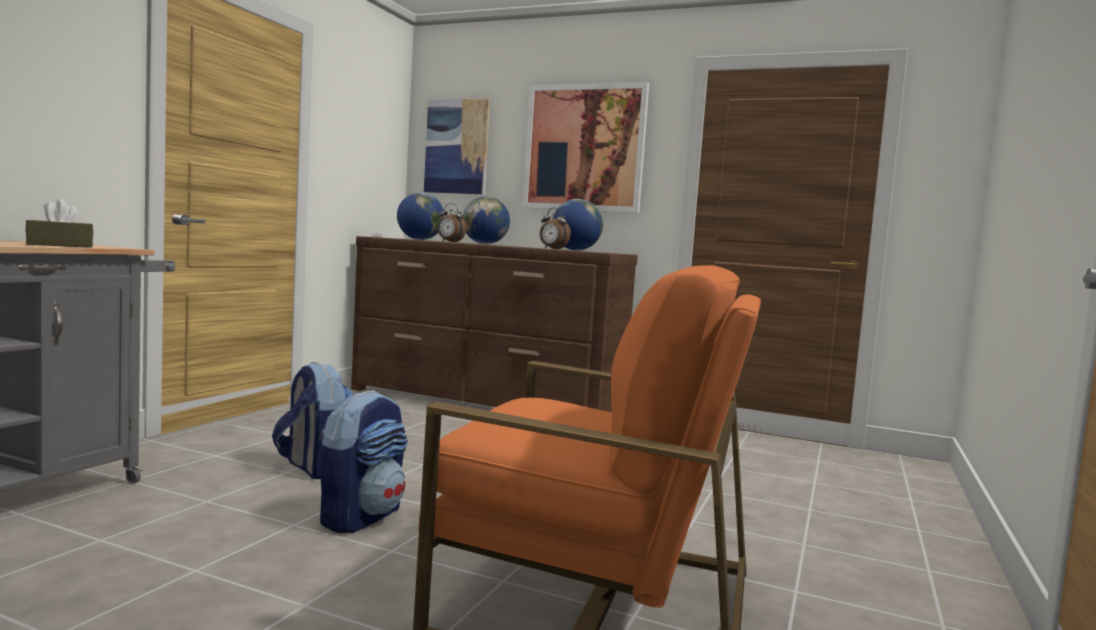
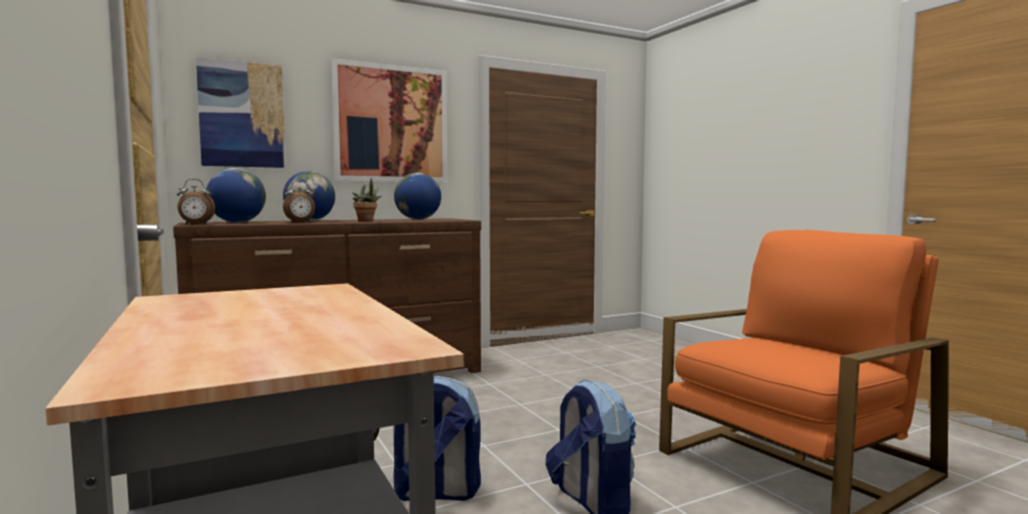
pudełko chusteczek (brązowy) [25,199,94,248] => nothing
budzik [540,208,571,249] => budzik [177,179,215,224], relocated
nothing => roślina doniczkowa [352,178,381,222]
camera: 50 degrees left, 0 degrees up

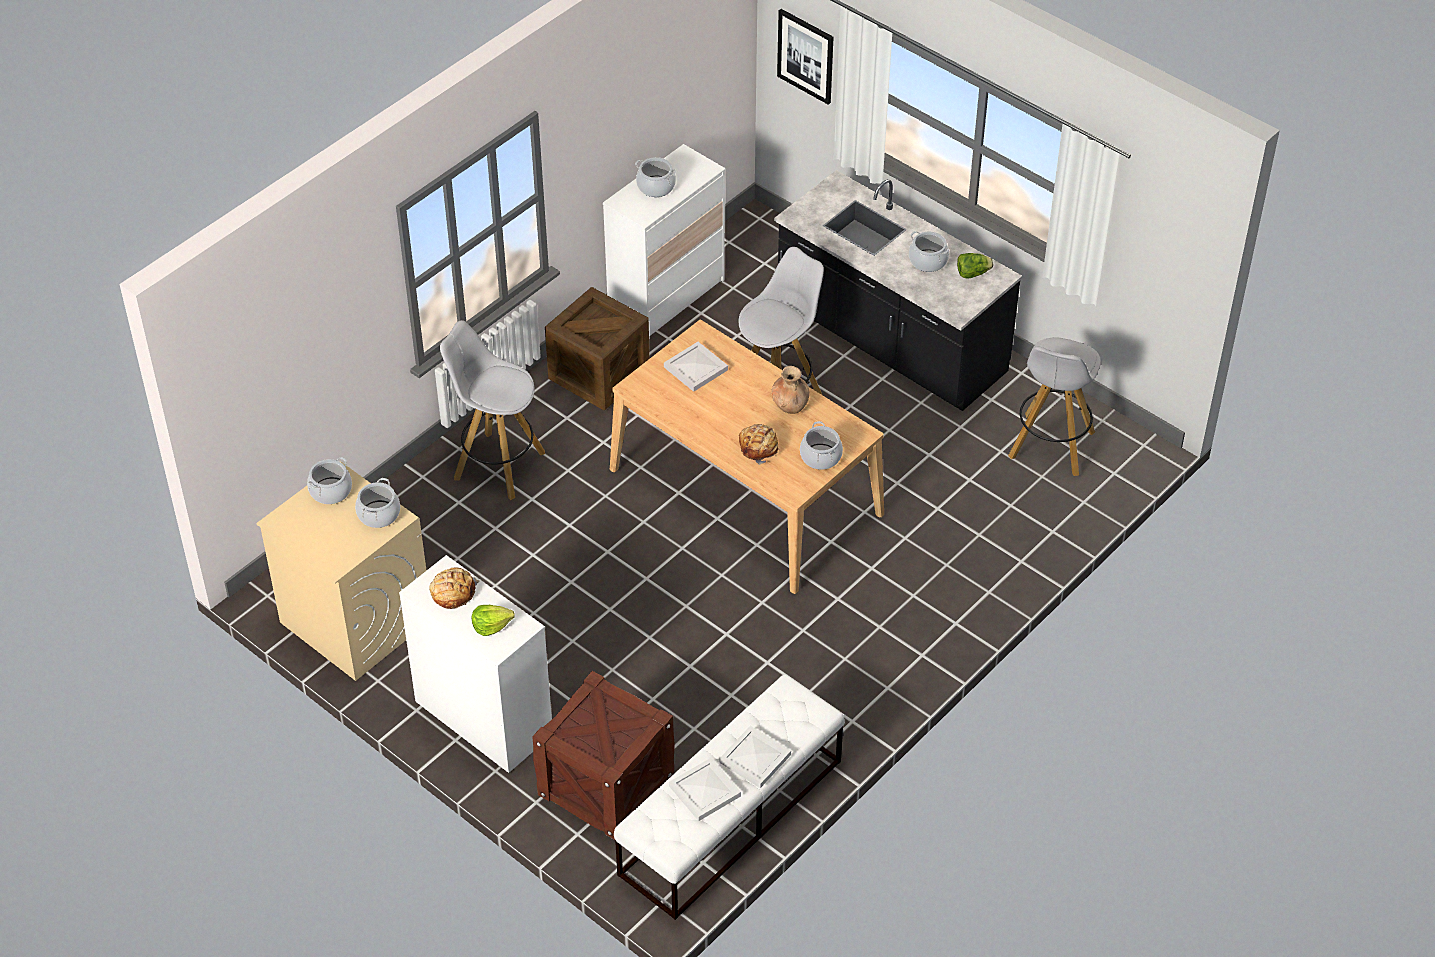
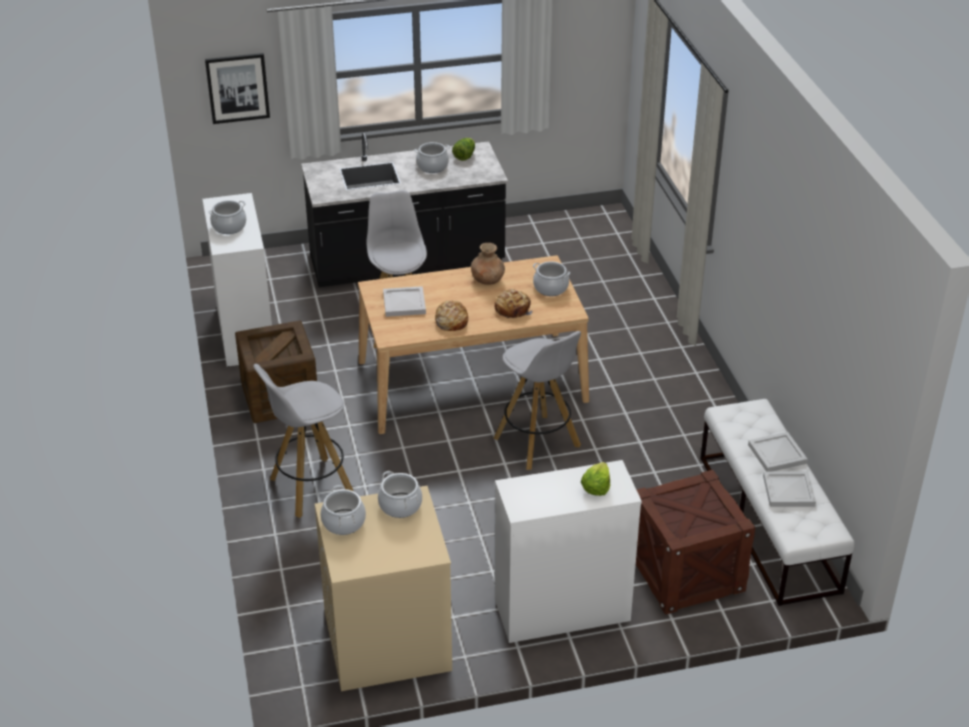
chleb [429,567,480,609] => chleb [435,301,468,331], relocated
stołek (biały) [1008,337,1101,476] => stołek (biały) [493,331,581,470], relocated
camera: 55 degrees left, 10 degrees down

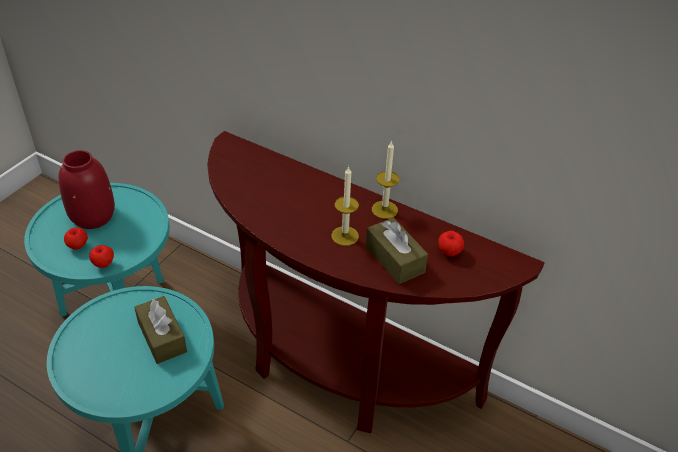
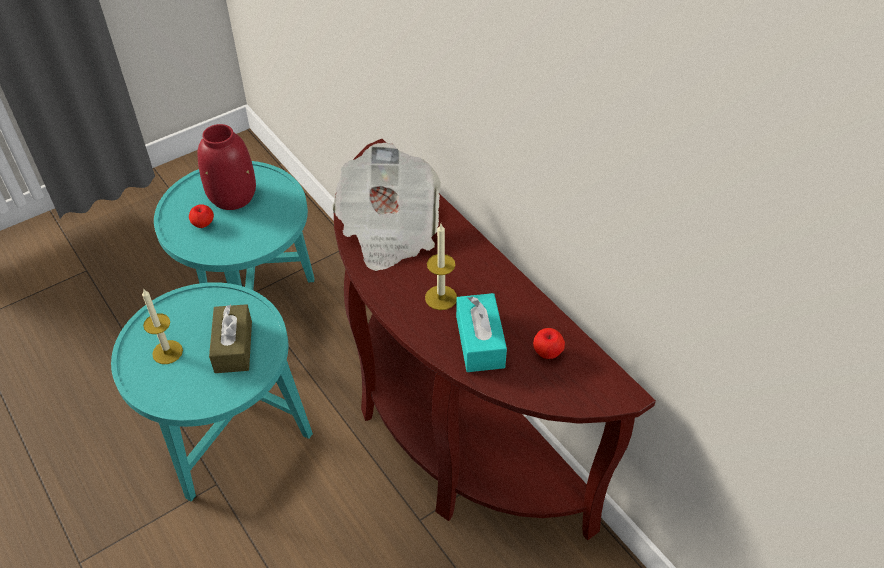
jabłko [89,245,114,268] => nothing
pudełko chusteczek (brązowy) [366,217,428,284] => pudełko chusteczek (turkusowy) [456,293,507,372]
świeca [372,140,400,219] => świeca [142,288,183,364], relocated
nothing => gazeta [332,143,441,271]
camera: 25 degrees right, 5 degrees up

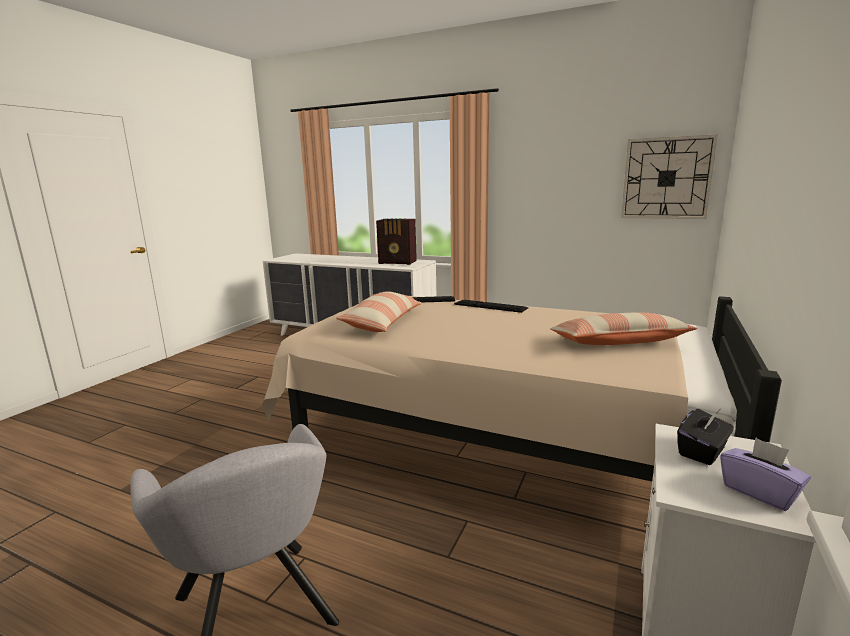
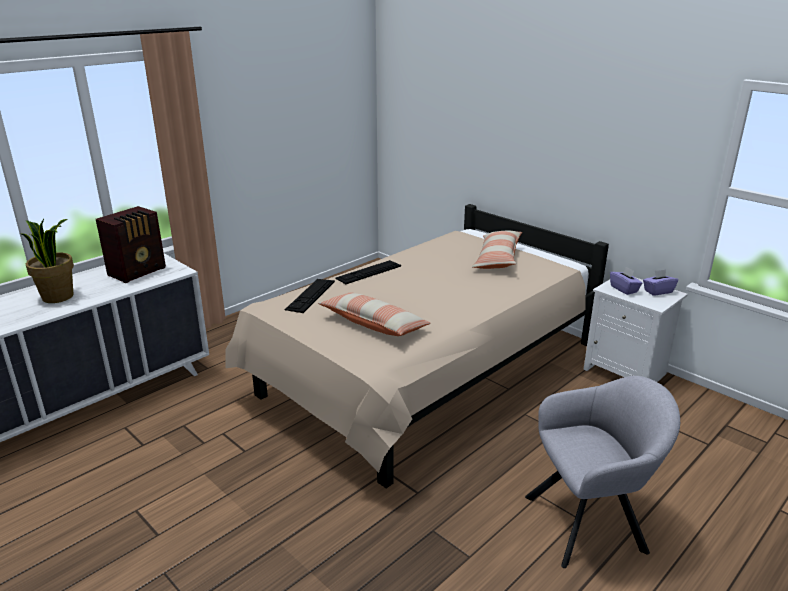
zegar ścienny [621,135,718,219] => nothing
pudełko chusteczek (czarny) [677,409,734,465] => pudełko chusteczek (fioletowy) [610,267,643,295]
nothing => roślina doniczkowa [21,219,74,303]
camera: 70 degrees left, 10 degrees up

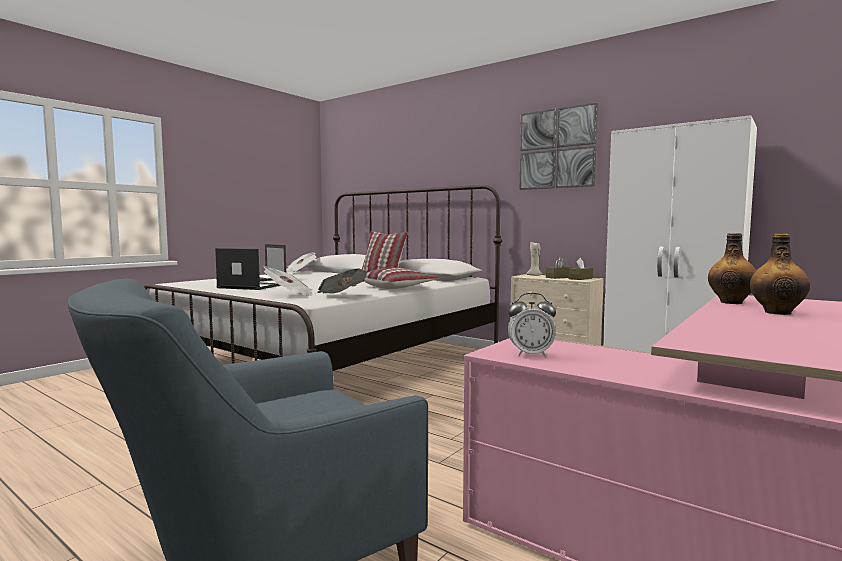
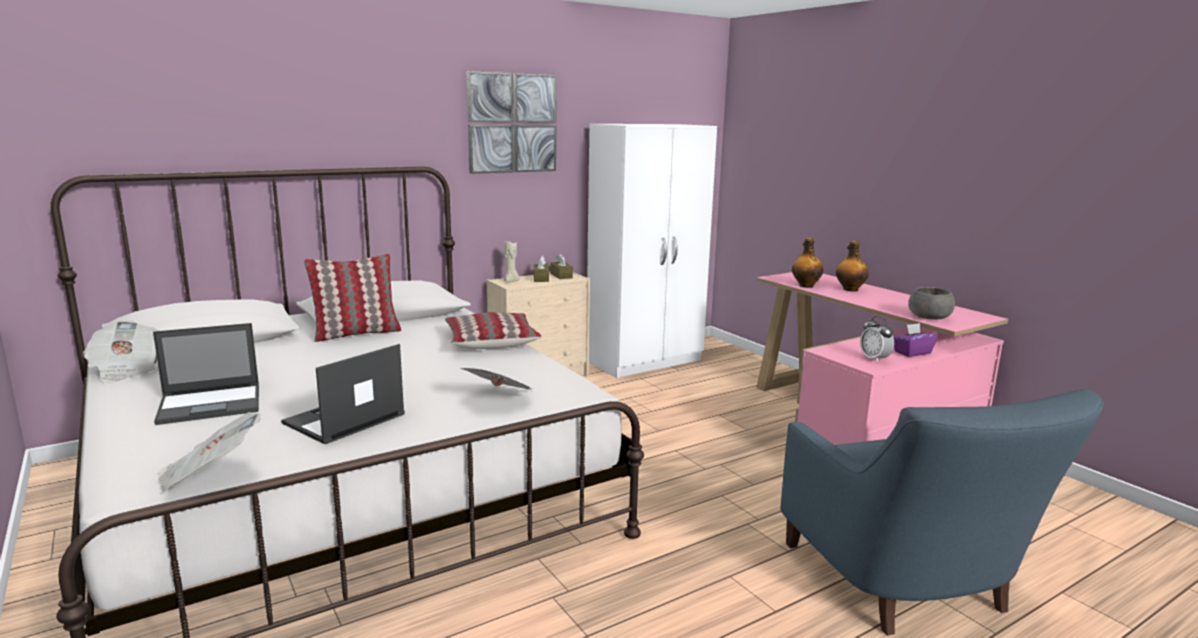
gazeta [317,269,367,294] => gazeta [158,412,261,491], relocated
budzik [508,293,556,357] => budzik [860,316,894,363], 135 degrees clockwise
nothing => pudełko chusteczek (fioletowy) [894,323,938,357]
nothing => miska (szary) [908,287,955,320]
camera: 70 degrees left, 10 degrees up

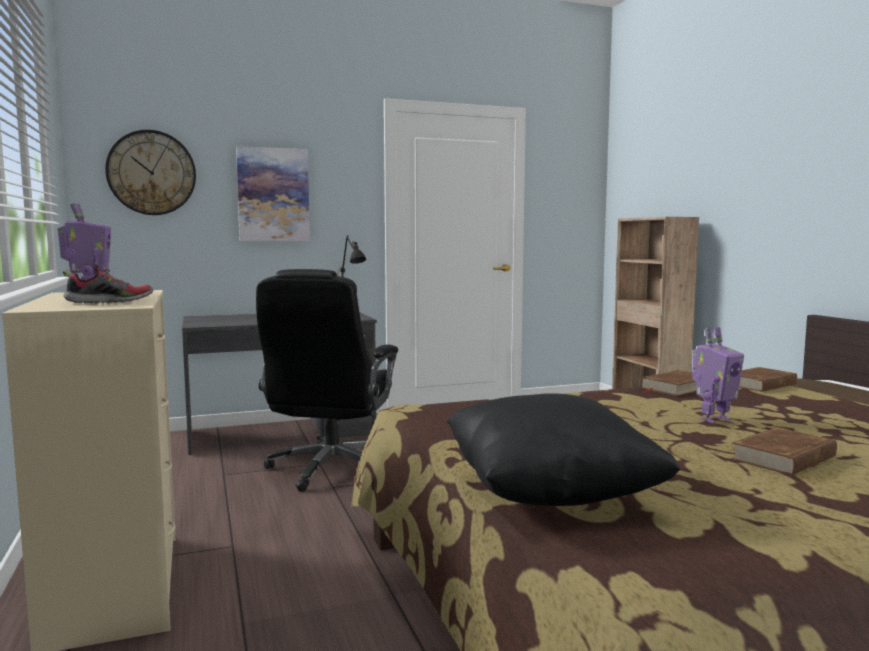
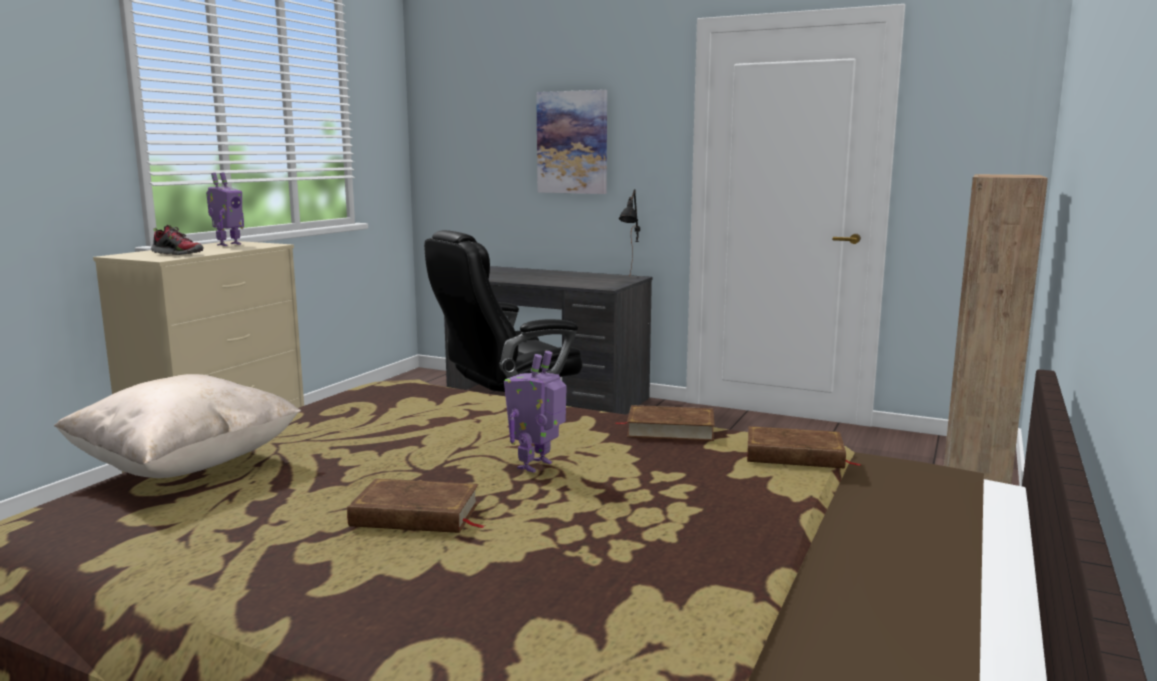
zegar ścienny [105,130,196,215] => nothing
poduszka (czarny) [446,393,681,506] => poduszka (beżowy) [54,374,301,478]
robot zabawkowy [692,327,744,423] => robot zabawkowy [504,351,567,473], 105 degrees clockwise
camera: 45 degrees right, 5 degrees up

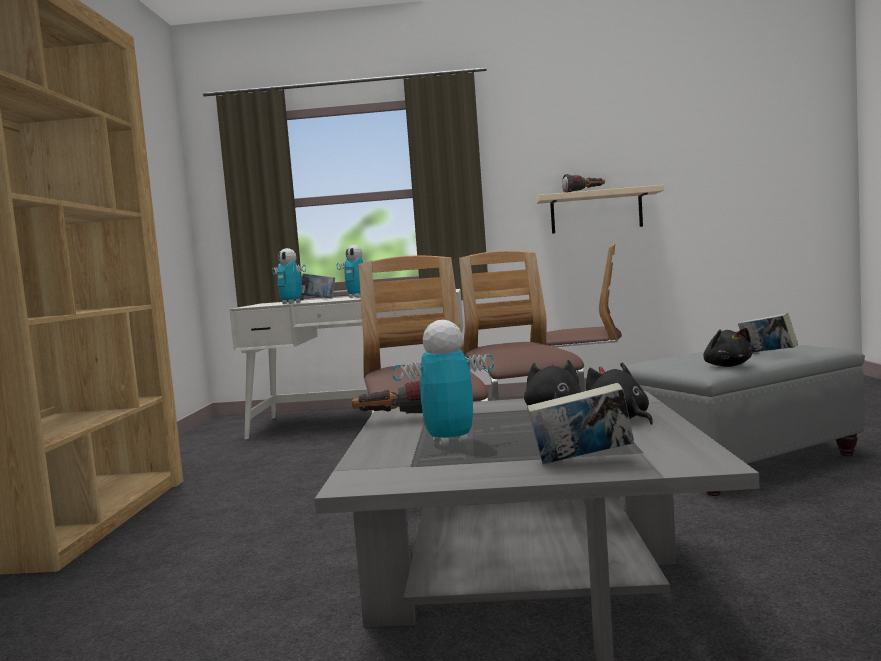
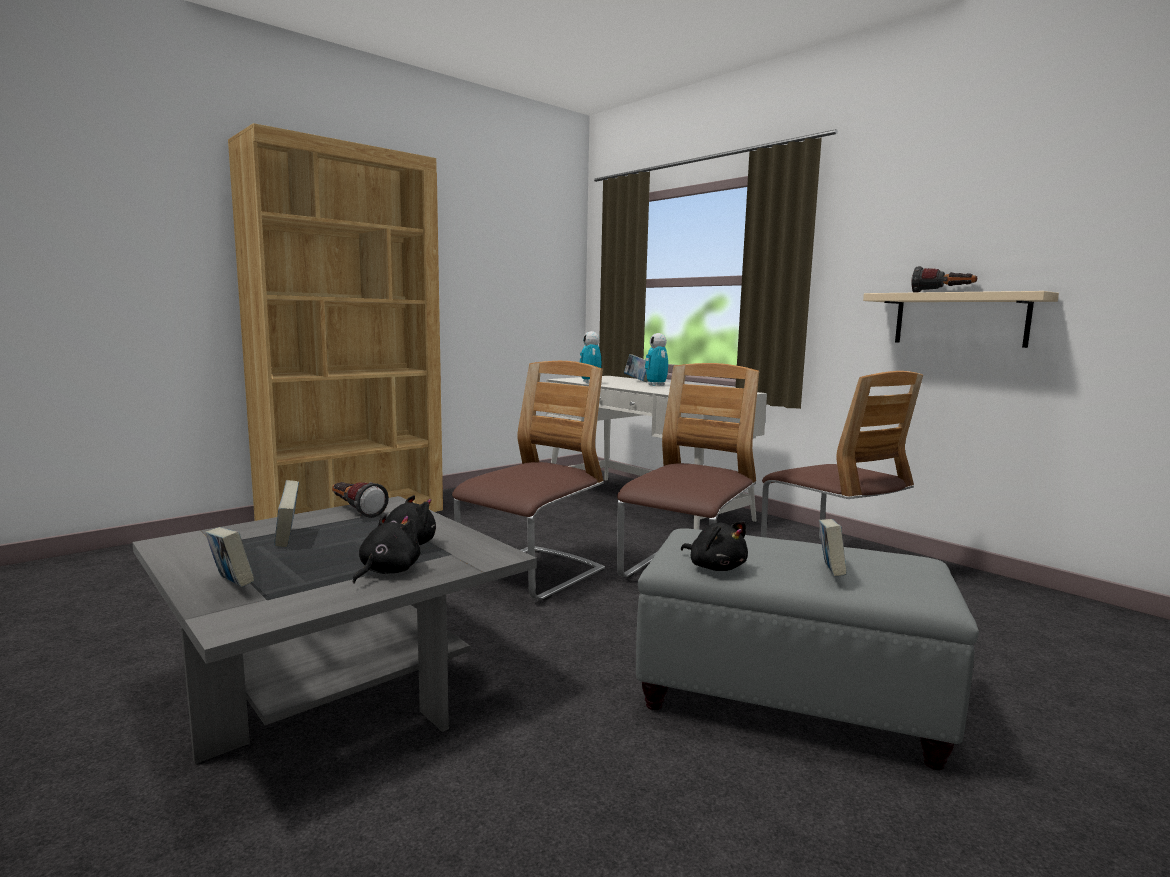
robot zabawkowy [392,320,494,446] => książka [274,480,299,547]
pluszak (czarny) [703,328,753,367] => pluszak (czarny) [681,521,748,571], 75 degrees counterclockwise
camera: 45 degrees right, 5 degrees up

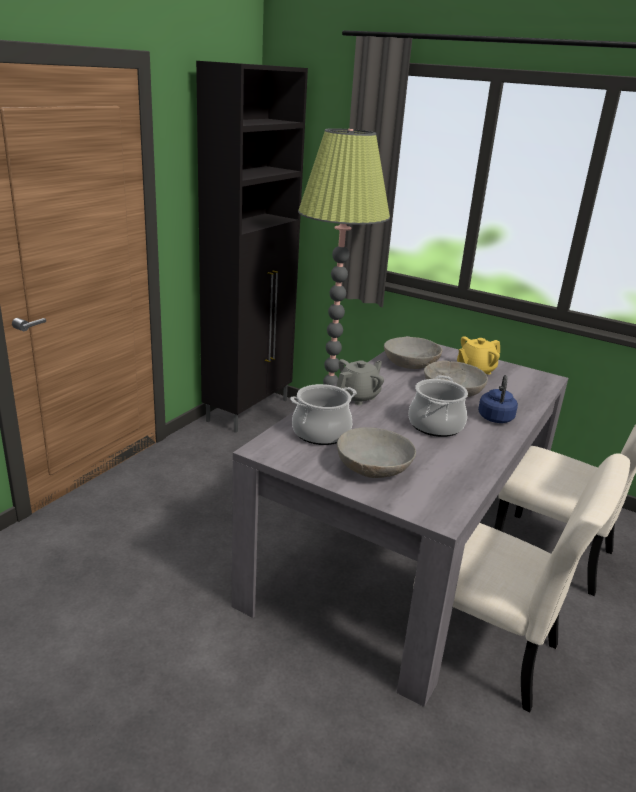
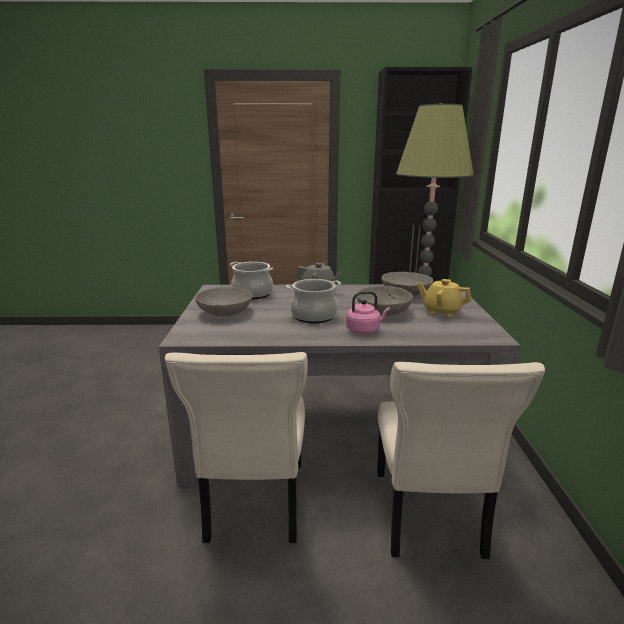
czajnik (niebieski) [478,375,518,423] => czajnik (różowy) [346,291,390,334]
camera: 60 degrees right, 5 degrees down

